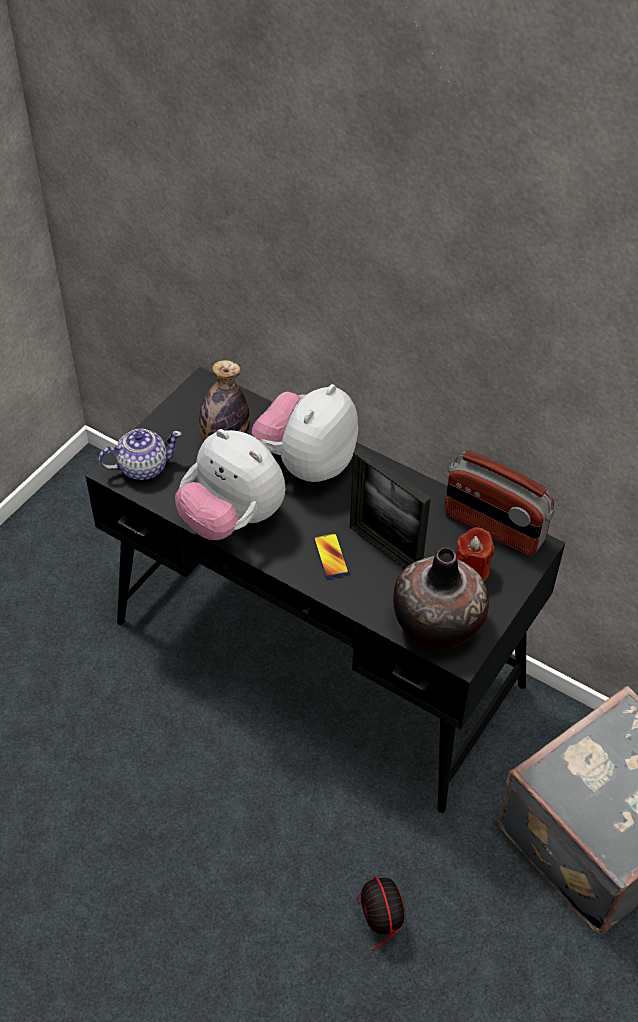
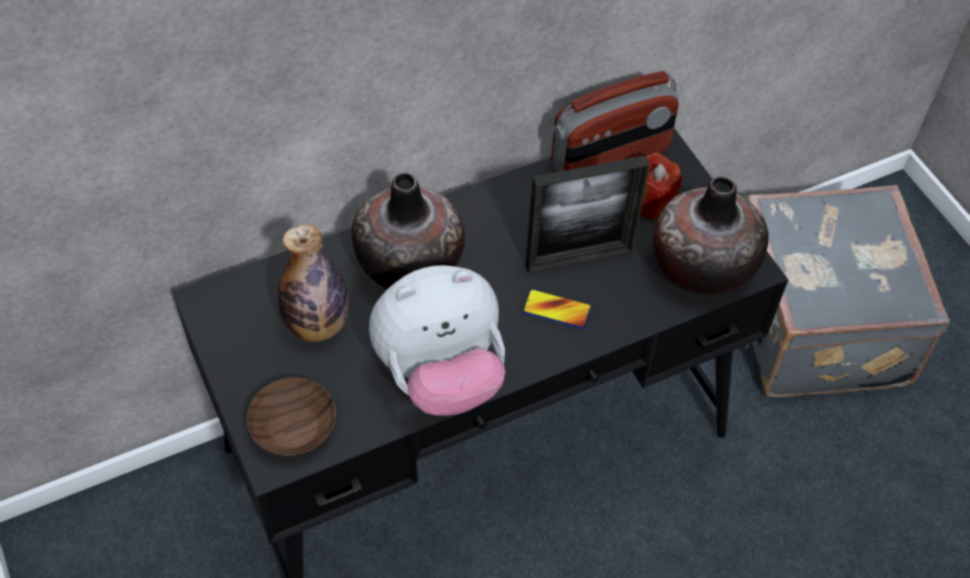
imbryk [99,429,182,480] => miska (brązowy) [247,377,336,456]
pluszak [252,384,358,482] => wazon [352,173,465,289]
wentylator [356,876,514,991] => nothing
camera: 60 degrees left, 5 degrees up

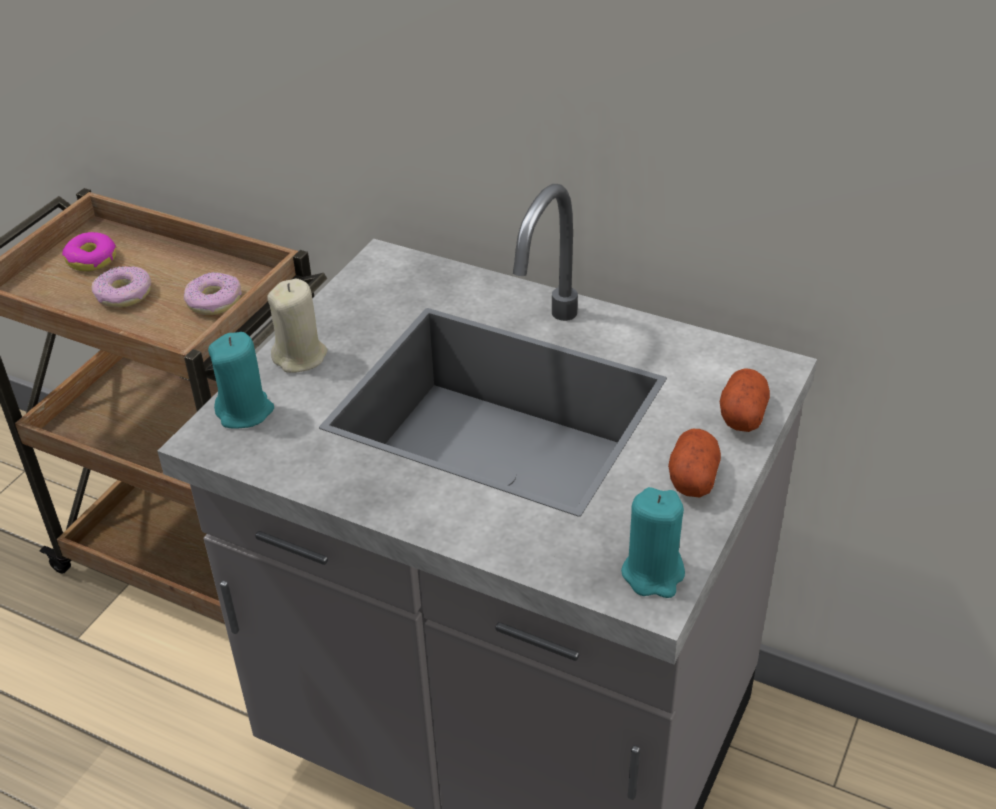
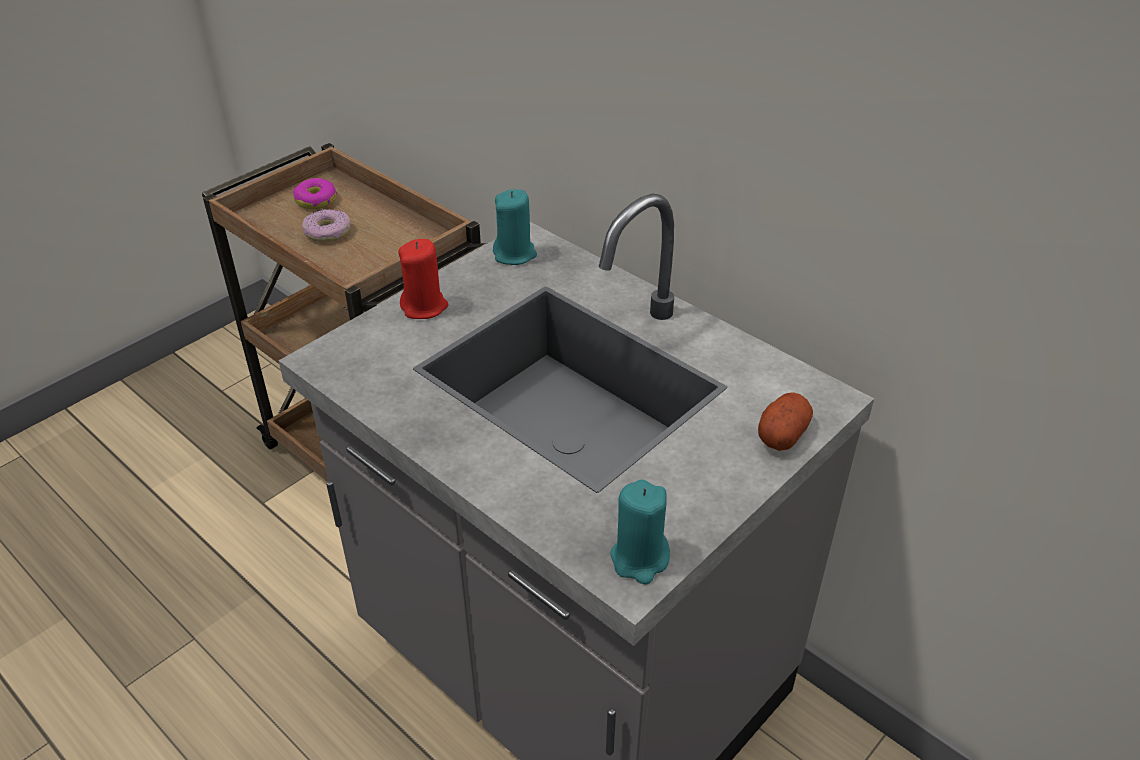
donut [184,272,242,315] => nothing
świeca (turkusowy) [208,332,274,429] => świeca (turkusowy) [493,189,537,265], relocated
świeca (beżowy) [267,279,328,373] => świeca (czerwony) [398,239,448,319]
ziemniak [668,429,721,497] => nothing
camera: 15 degrees right, 0 degrees up

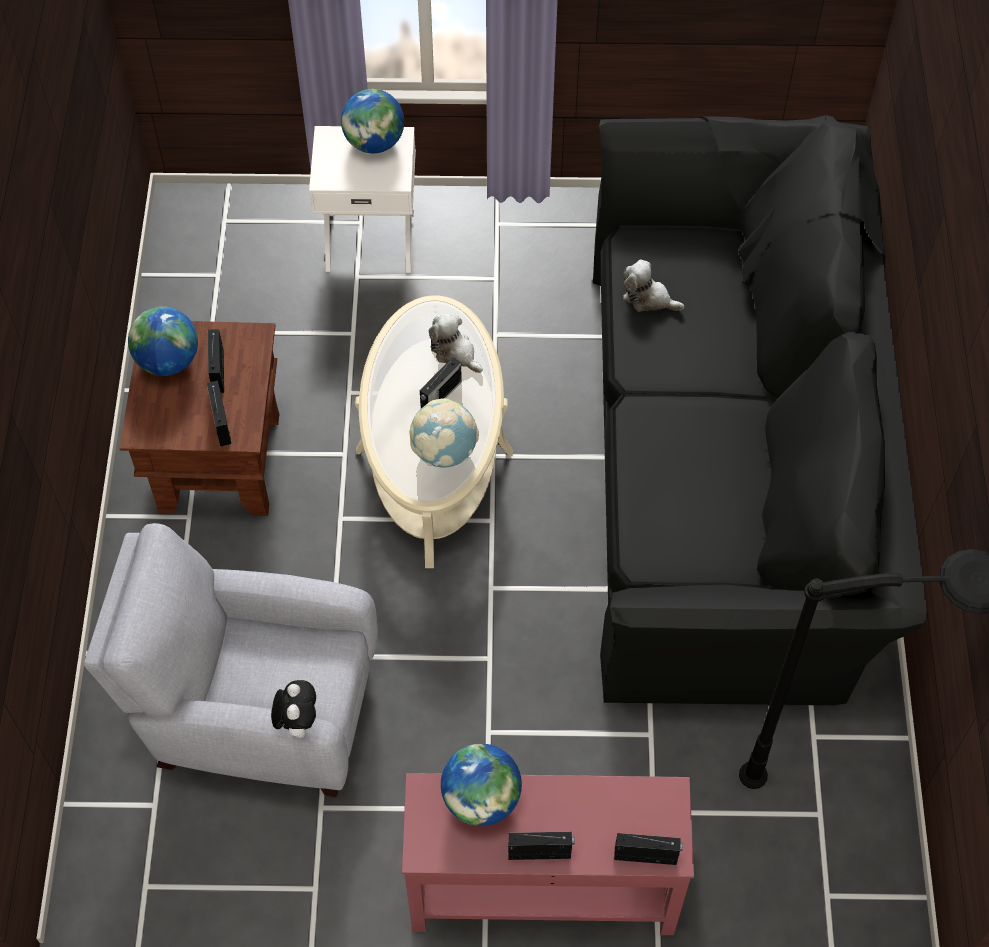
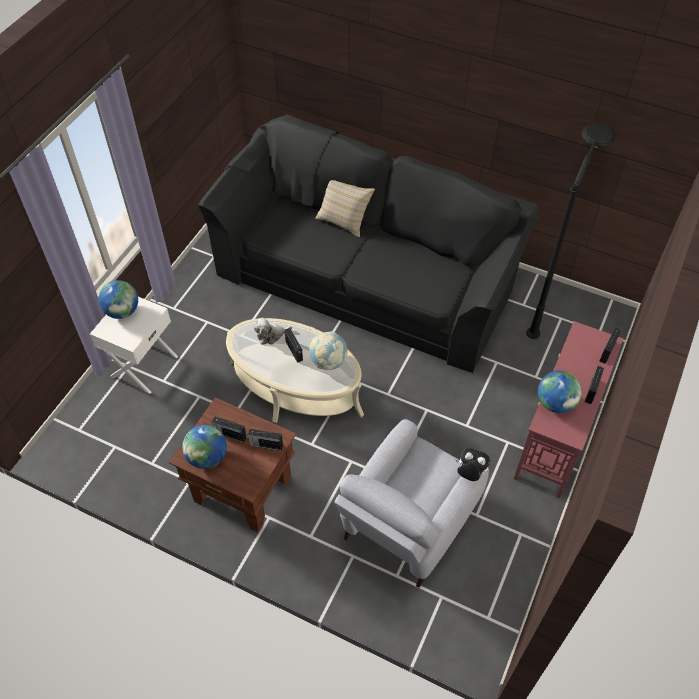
pluszak [623,259,685,311] => nothing
nothing => poduszka (beżowy) [315,180,375,237]
camera: 65 degrees left, 5 degrees down

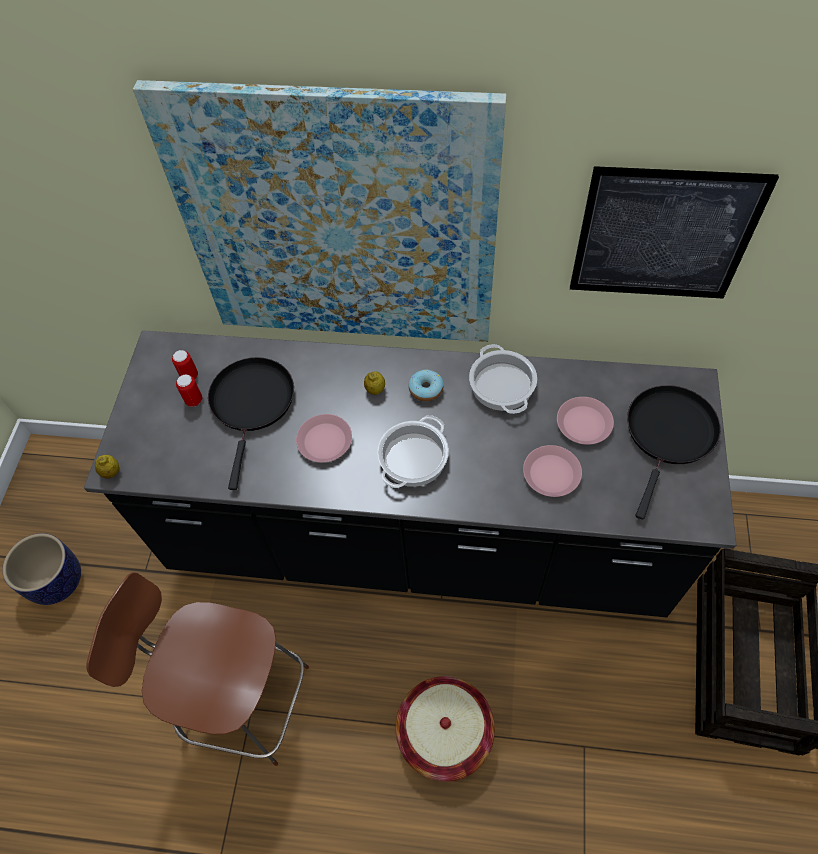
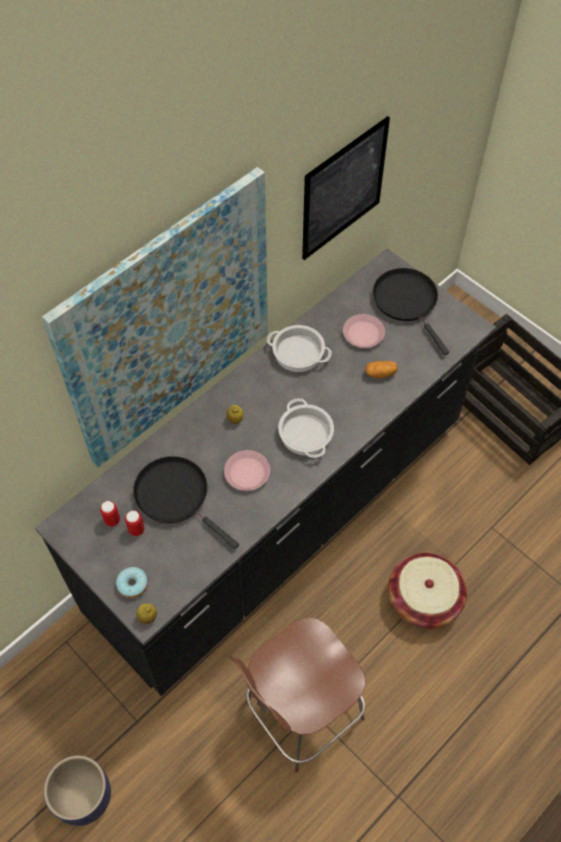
donut [409,370,444,402] => donut [116,567,148,598], relocated
talerz (różowy) [523,445,582,497] => ziemniak [365,361,398,378]
camera: 55 degrees left, 0 degrees up

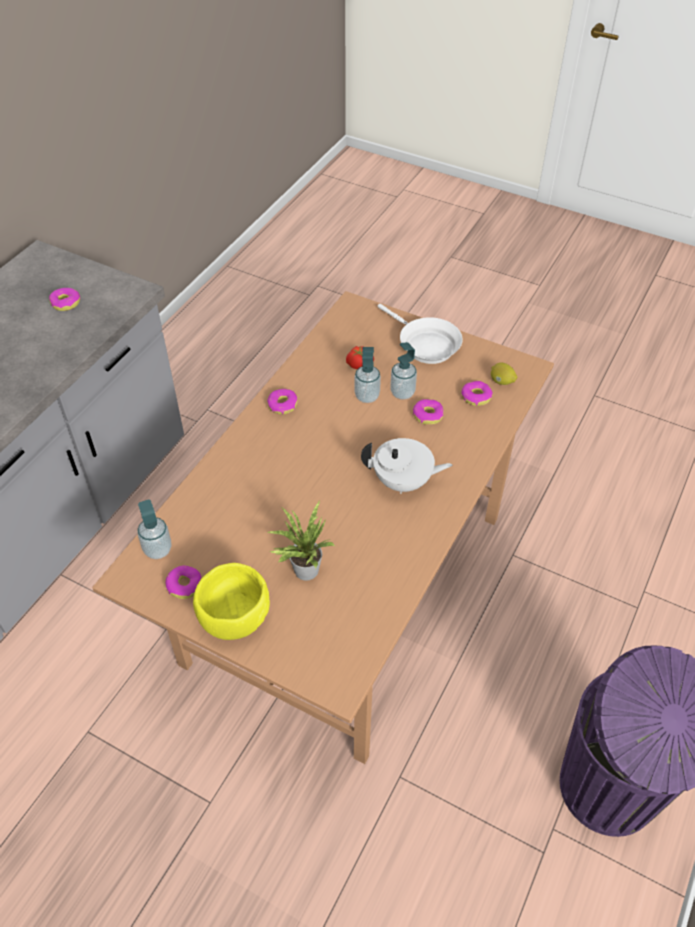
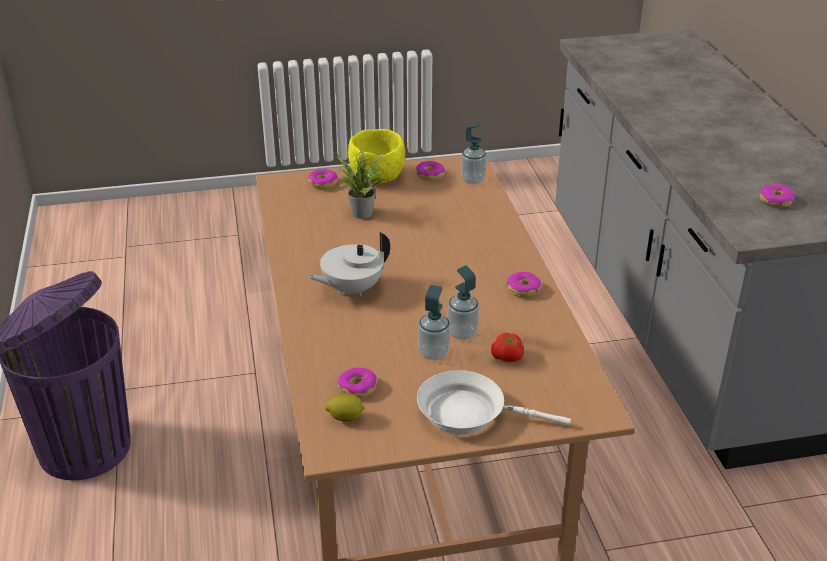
donut [413,399,444,425] => donut [308,169,338,189], relocated
camera: 140 degrees right, 15 degrees down

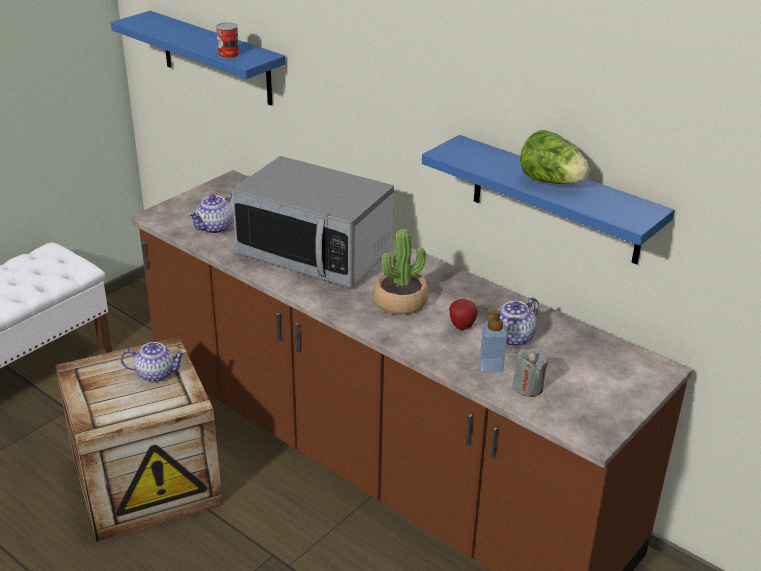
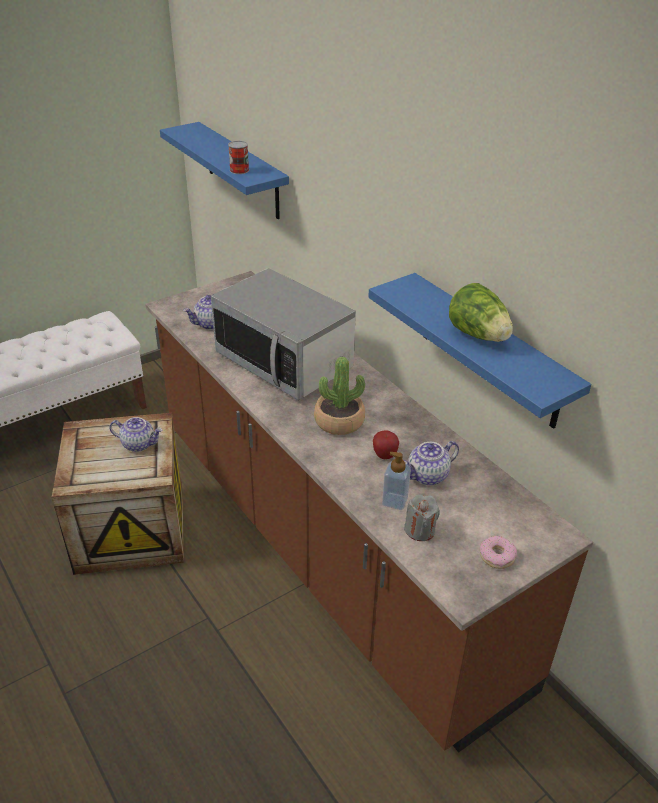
nothing => donut [480,536,517,569]
camera: 15 degrees right, 5 degrees up

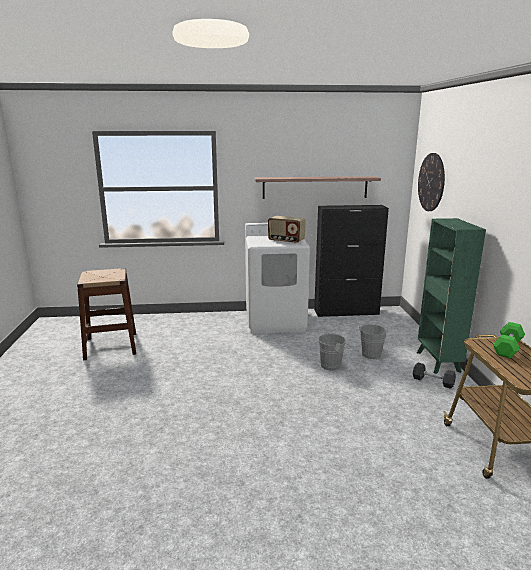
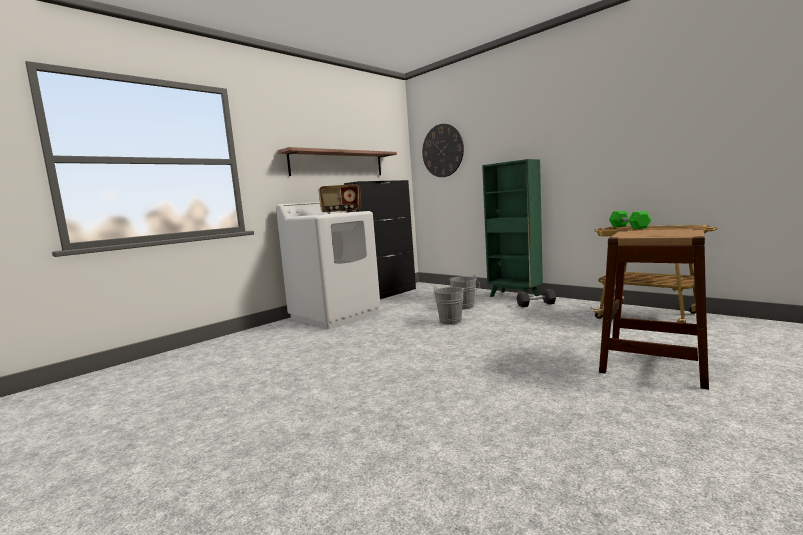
stołek (brązowy) [77,268,136,360] => stołek (brązowy) [599,229,709,390], relocated
camera: 40 degrees left, 10 degrees down

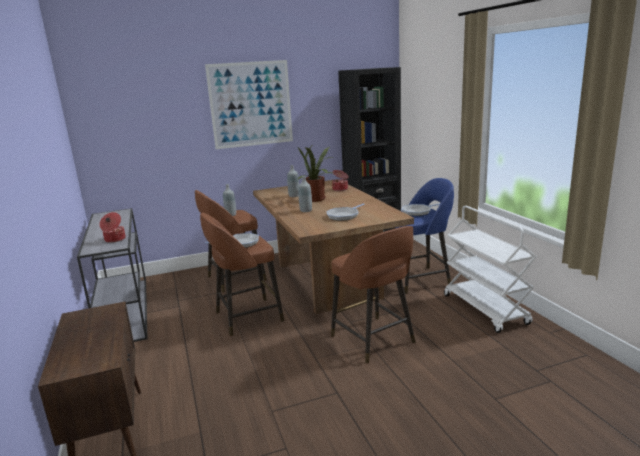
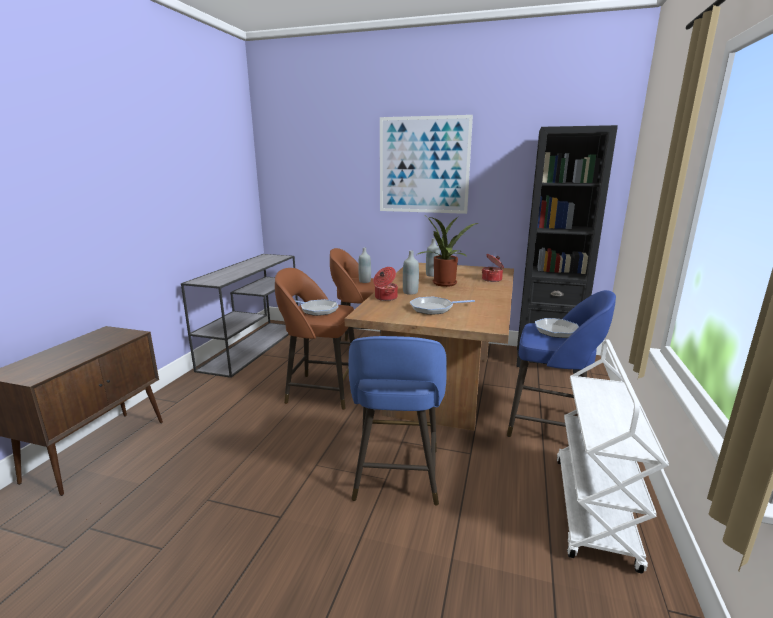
garnek [100,212,126,243] => garnek [373,267,398,301], relocated
stołek (brązowy) [331,226,415,364] => stołek (niebieski) [349,336,447,506]
camera: 35 degrees right, 0 degrees up

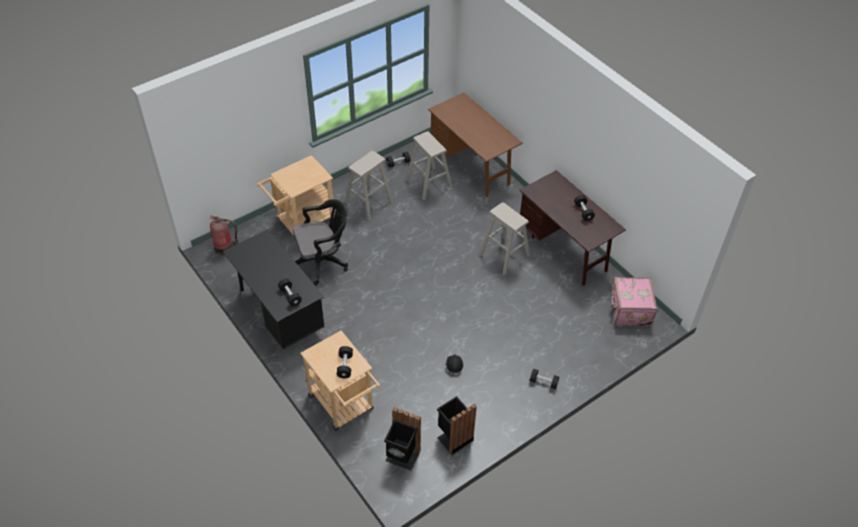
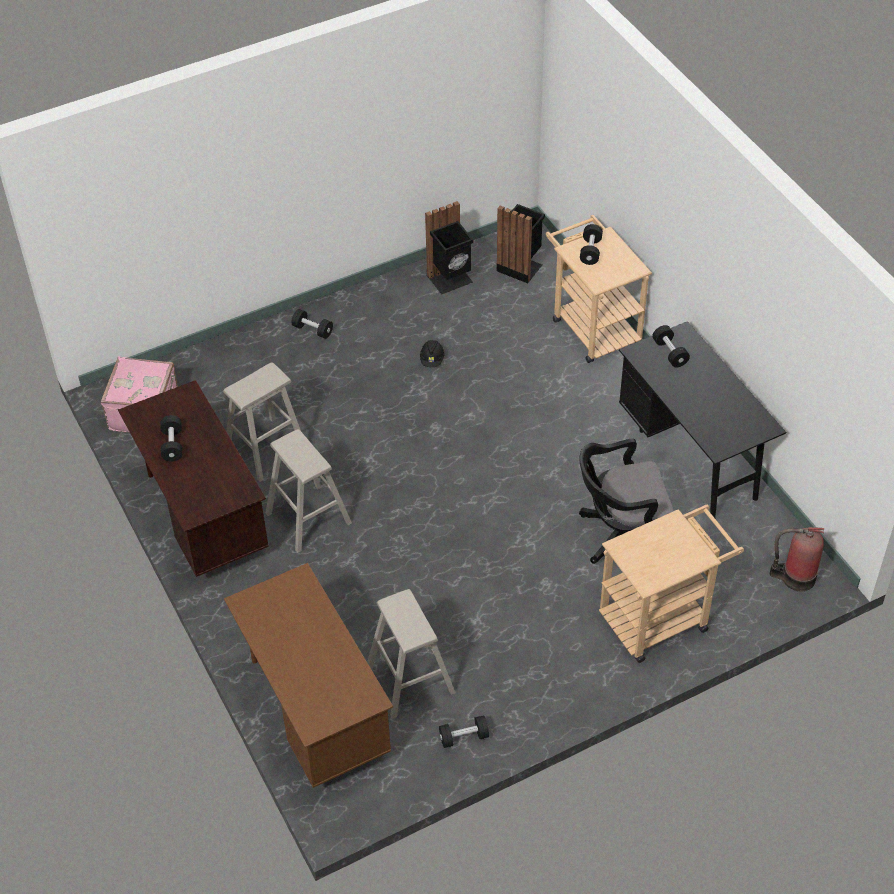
stołek (beżowy) [344,151,393,220] => stołek (beżowy) [223,362,301,482], relocated
camera: 170 degrees left, 0 degrees up

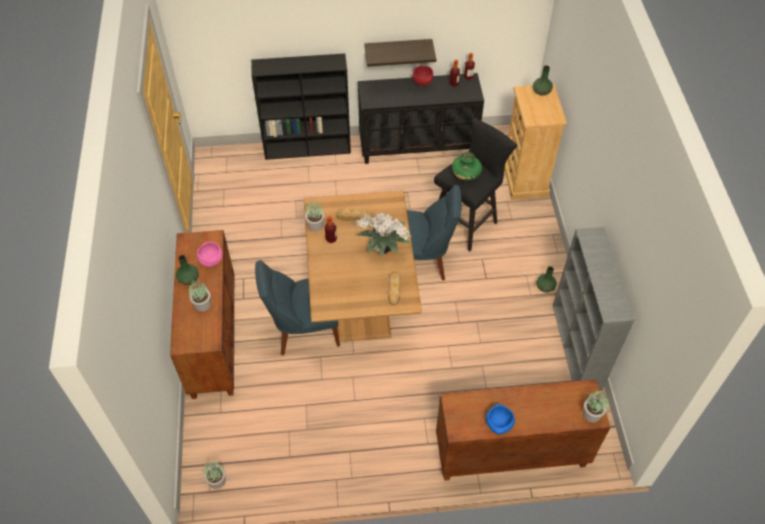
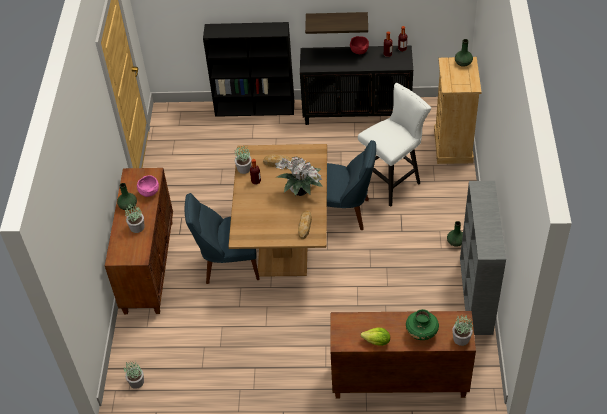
stołek (czarny) [434,118,517,251] => stołek (biały) [358,83,431,207]
wazon (zielony) [452,152,482,181] => wazon (zielony) [406,309,439,340], relocated
miska (niebieski) [486,404,515,434] => sałata [361,328,390,346]
camera: 10 degrees right, 5 degrees down

